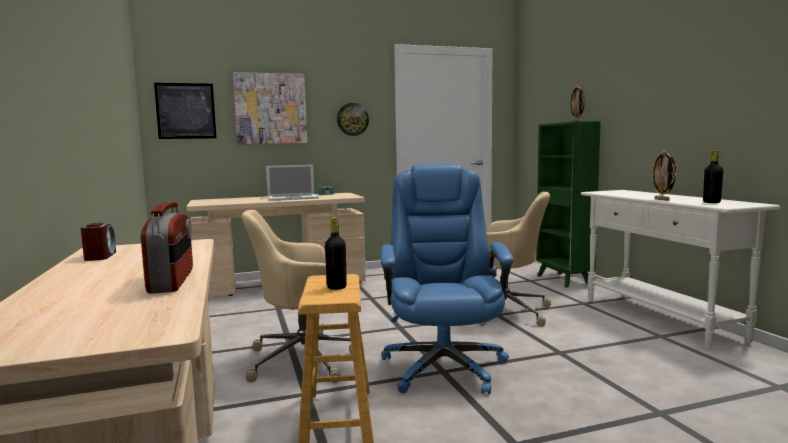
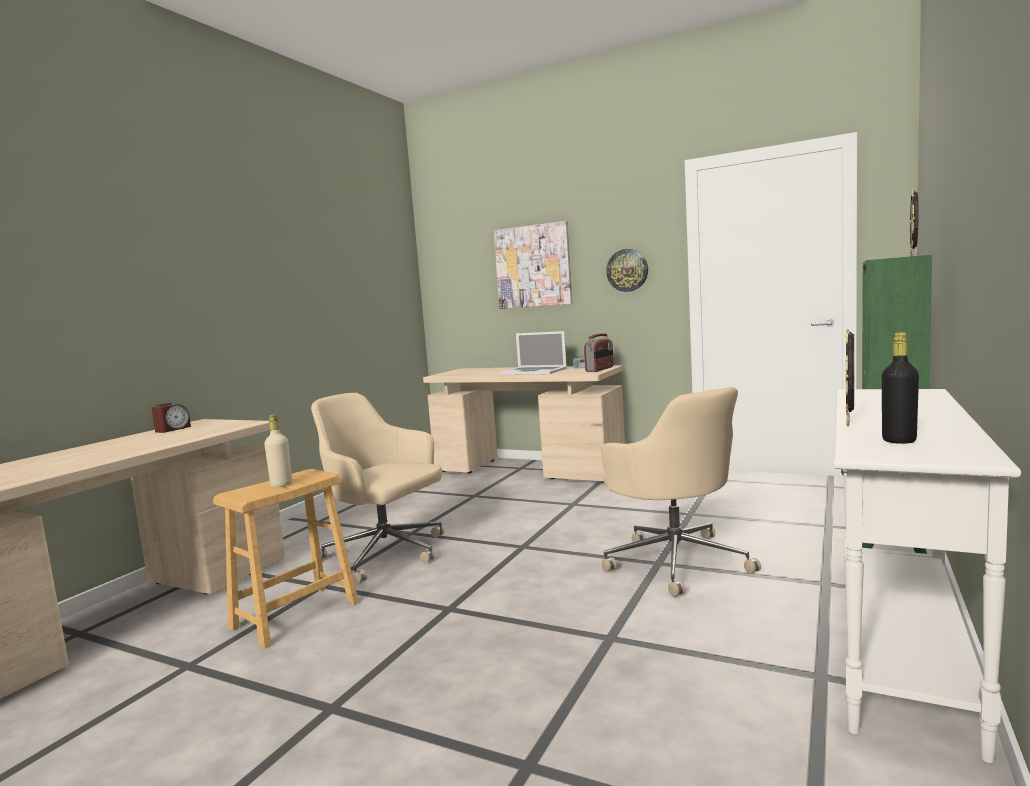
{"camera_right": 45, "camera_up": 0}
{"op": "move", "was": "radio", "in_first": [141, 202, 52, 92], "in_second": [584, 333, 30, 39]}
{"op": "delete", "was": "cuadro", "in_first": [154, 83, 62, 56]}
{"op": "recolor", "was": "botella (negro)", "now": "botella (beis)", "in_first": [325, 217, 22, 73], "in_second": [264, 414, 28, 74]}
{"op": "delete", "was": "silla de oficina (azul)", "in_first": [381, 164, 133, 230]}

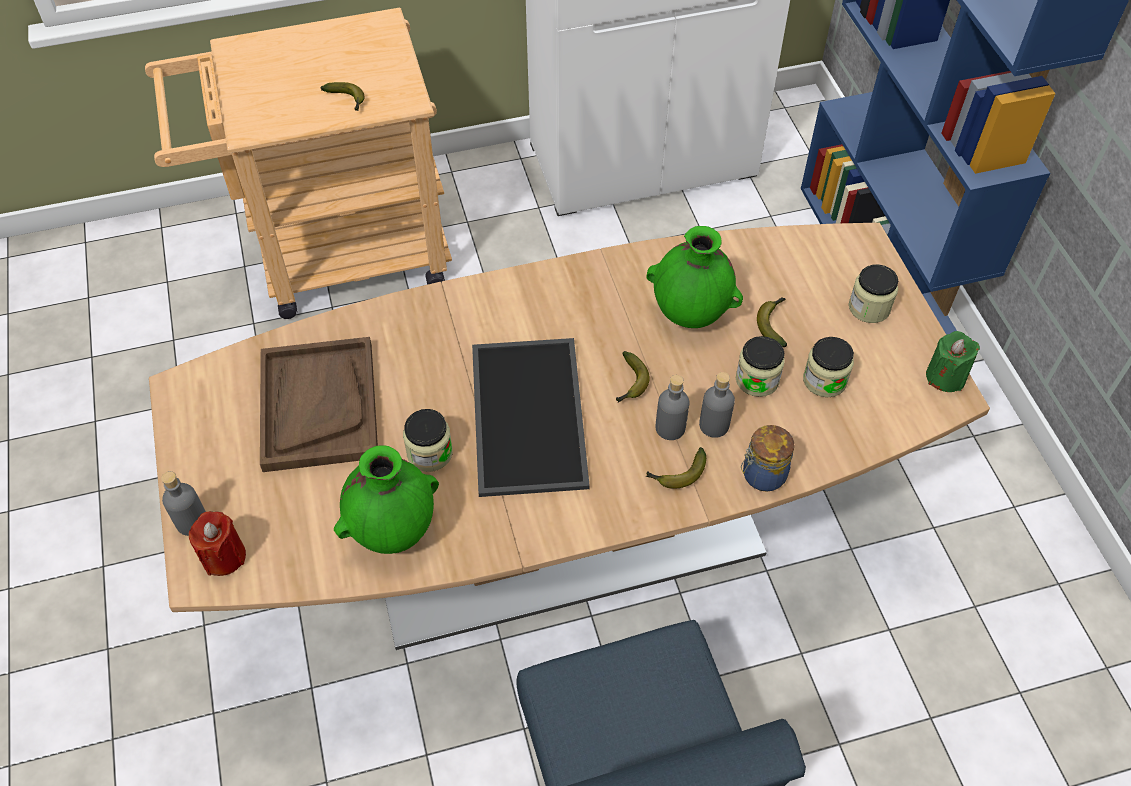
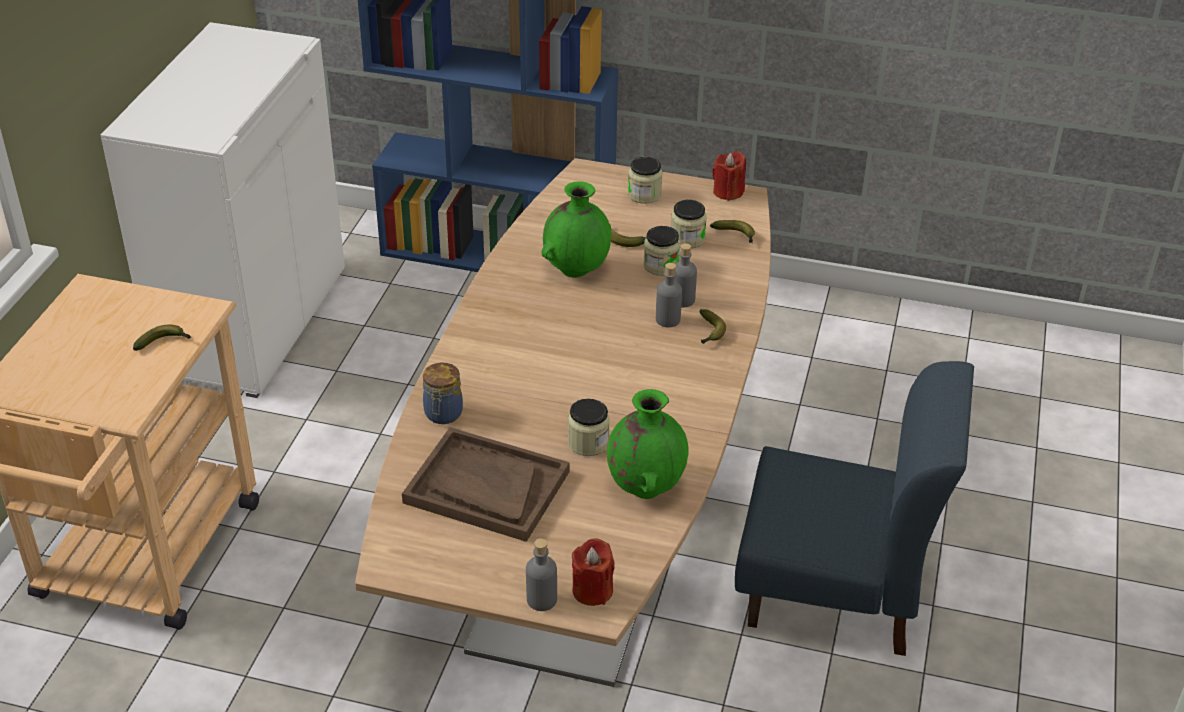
{"camera_right": -60, "camera_up": -15}
{"op": "delete", "was": "bandeja", "in_first": [472, 338, 118, 159]}
{"op": "move", "was": "plátano", "in_first": [616, 351, 34, 52], "in_second": [710, 220, 45, 23]}
{"op": "move", "was": "tarro", "in_first": [741, 425, 53, 67], "in_second": [423, 362, 40, 62]}
{"op": "recolor", "was": "vela (verde)", "now": "vela (rojo)", "in_first": [926, 331, 54, 61], "in_second": [712, 151, 34, 50]}

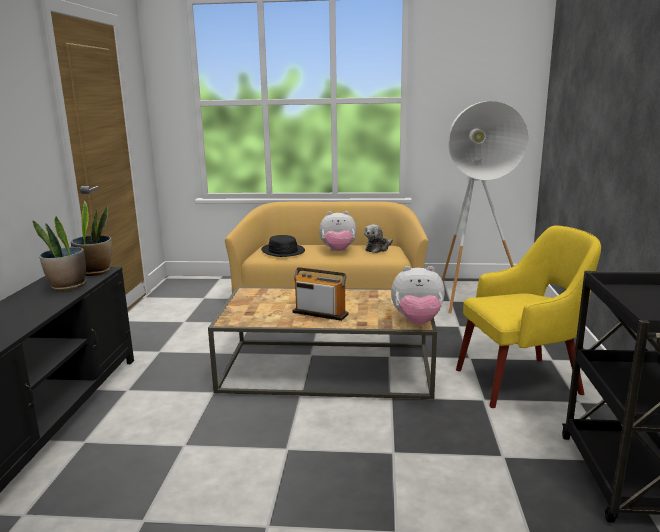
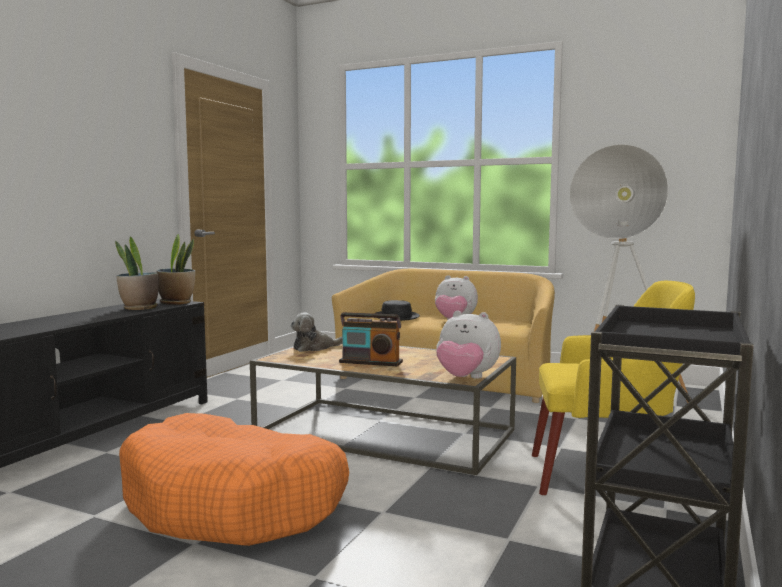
{"camera_right": 20, "camera_up": -10}
{"op": "rotate", "was": "radio", "in_first": [292, 267, 57, 54], "in_second": [339, 312, 64, 55], "clockwise": 150}
{"op": "move", "was": "peluche", "in_first": [364, 224, 29, 29], "in_second": [291, 312, 51, 40]}
{"op": "insert", "now": "cama para perro (naranja)", "in_second": [119, 413, 230, 133]}

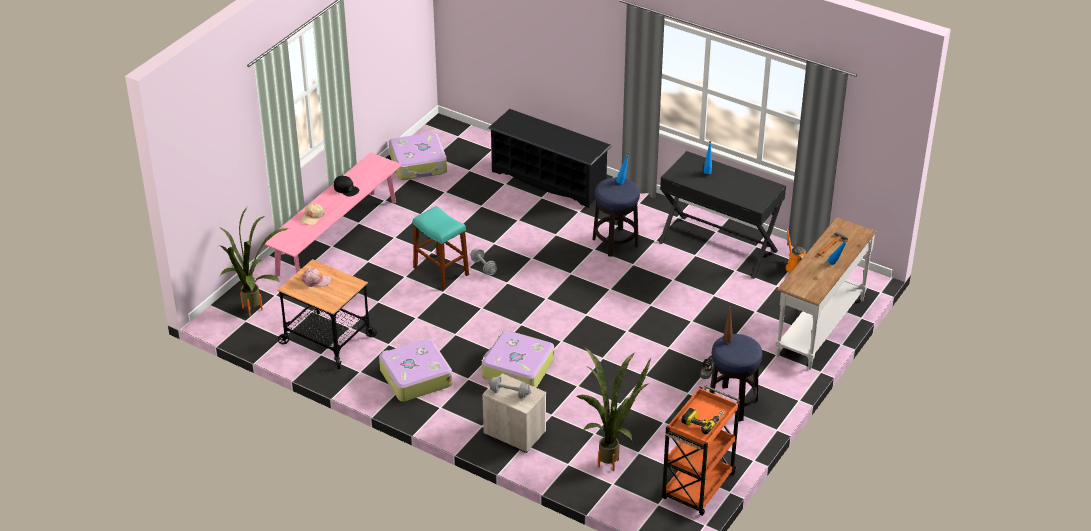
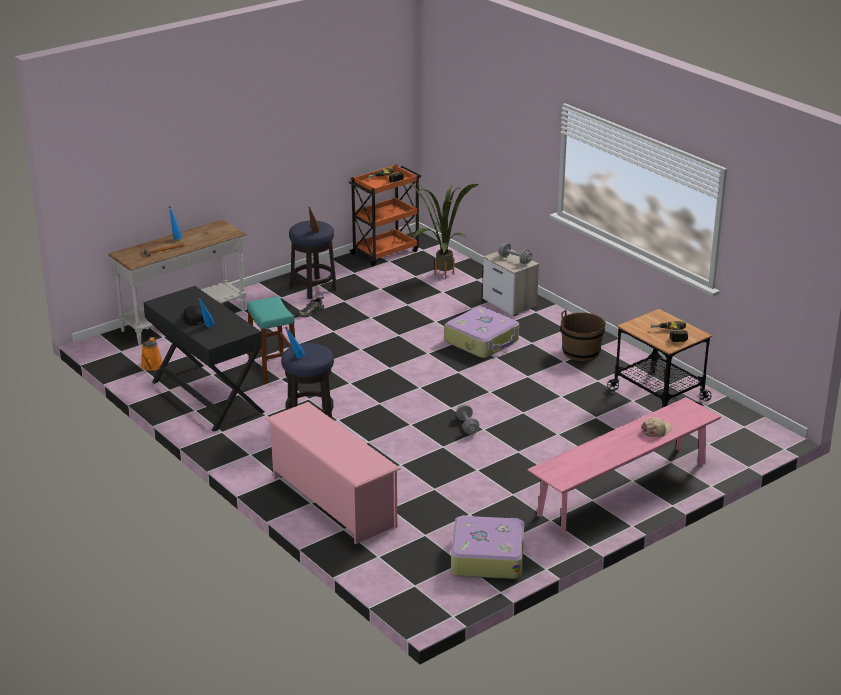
{"camera_right": -160, "camera_up": -10}
{"op": "delete", "was": "planta en maceta", "in_first": [219, 207, 70, 109]}
{"op": "replace", "was": "gorra (rosa)", "now": "taladro", "in_first": [302, 268, 29, 19], "in_second": [651, 321, 37, 21]}
{"op": "move", "was": "gorra (negro)", "in_first": [334, 176, 25, 21], "in_second": [179, 306, 25, 20]}
{"op": "replace", "was": "maleta", "now": "cubo (marrón)", "in_first": [379, 338, 73, 64], "in_second": [560, 310, 46, 51]}
{"op": "move", "was": "taburete (turquesa)", "in_first": [413, 206, 56, 84], "in_second": [247, 296, 48, 87]}
{"op": "recolor", "was": "zapatero (negro)", "now": "zapatero (rosa)", "in_first": [488, 109, 124, 99], "in_second": [266, 402, 135, 142]}

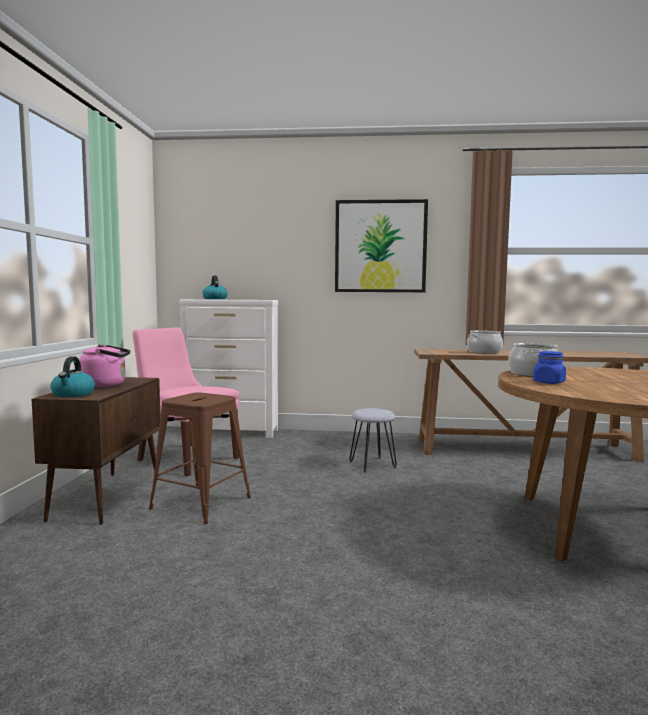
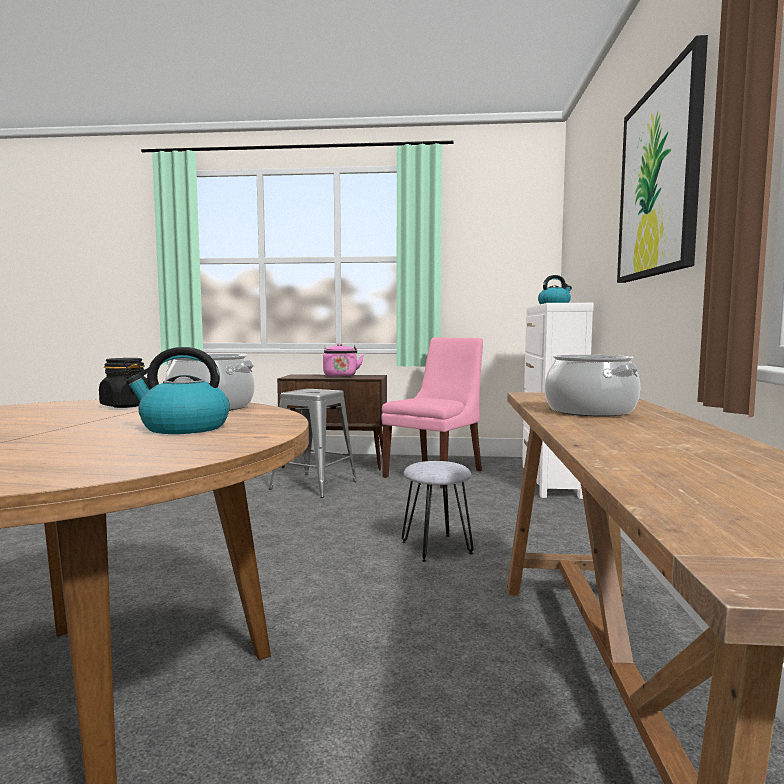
{"camera_right": 90, "camera_up": 0}
{"op": "move", "was": "hervidor", "in_first": [50, 356, 45, 41], "in_second": [126, 347, 104, 87]}
{"op": "recolor", "was": "taburete (marrón)", "now": "taburete (gris)", "in_first": [149, 392, 102, 132], "in_second": [269, 389, 88, 109]}
{"op": "recolor", "was": "tarro (azul)", "now": "tarro (negro)", "in_first": [533, 351, 33, 33], "in_second": [99, 358, 51, 50]}

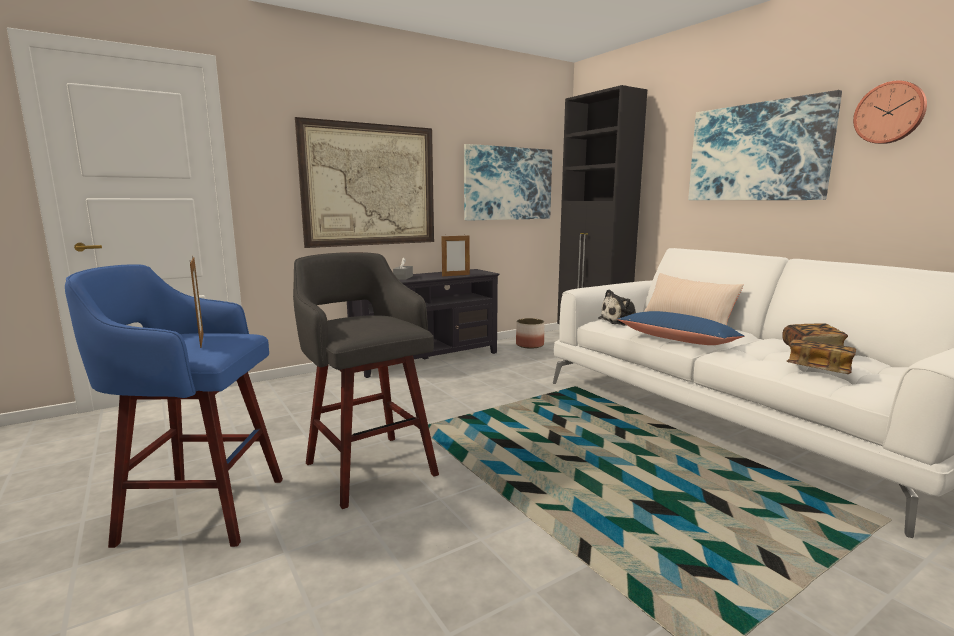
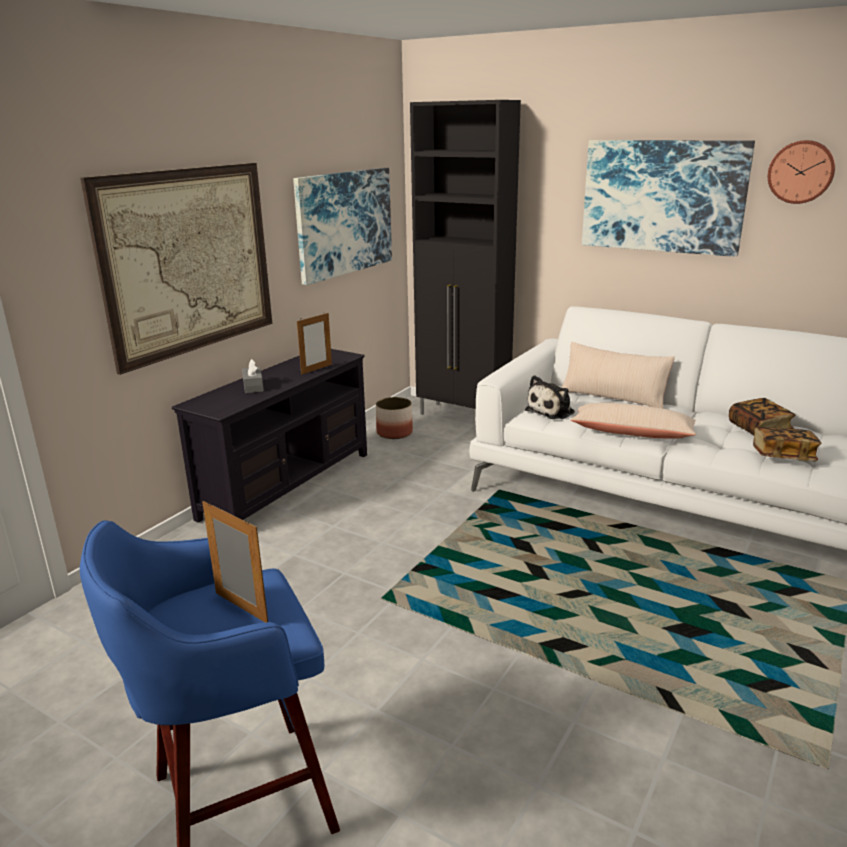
{"camera_right": -25, "camera_up": 10}
{"op": "delete", "was": "taburete (gris)", "in_first": [293, 252, 146, 257]}
{"op": "recolor", "was": "cojín (azul)", "now": "cojín (beis)", "in_first": [617, 311, 127, 34], "in_second": [570, 403, 126, 36]}

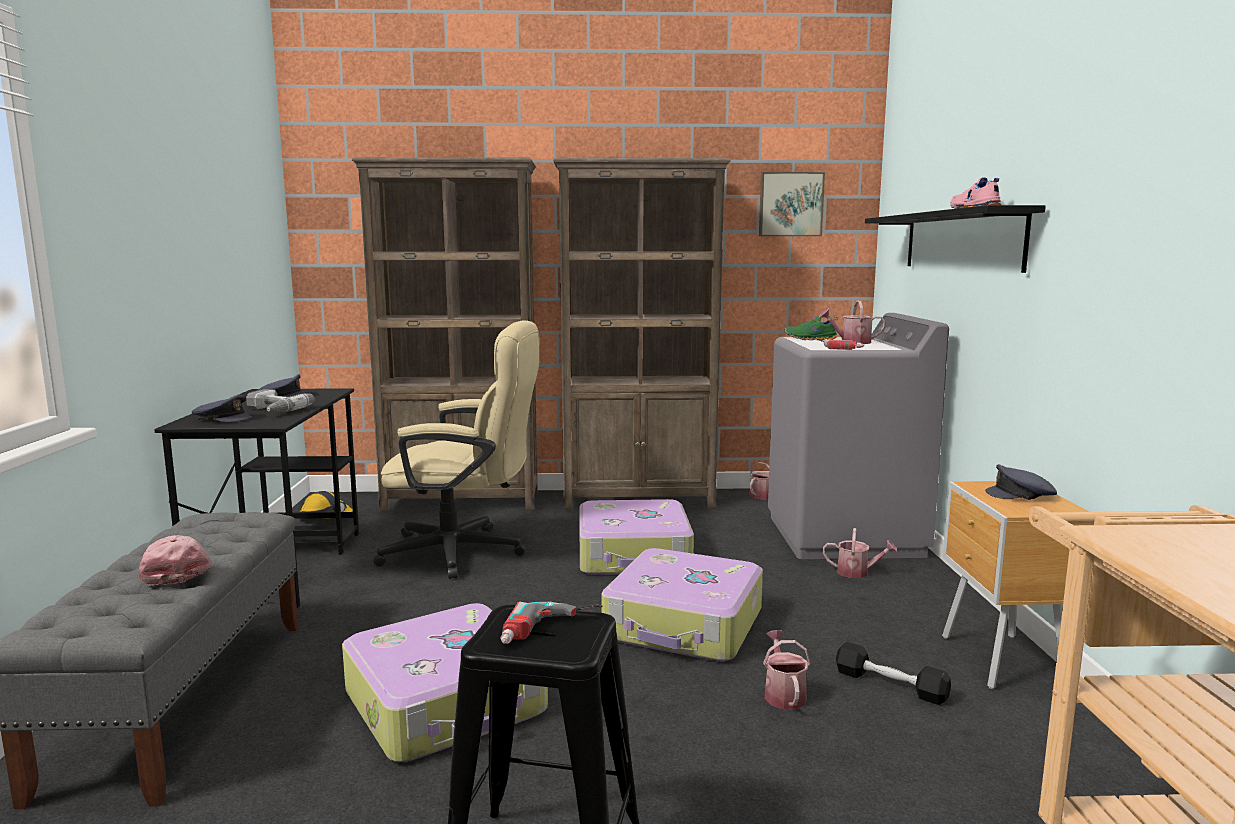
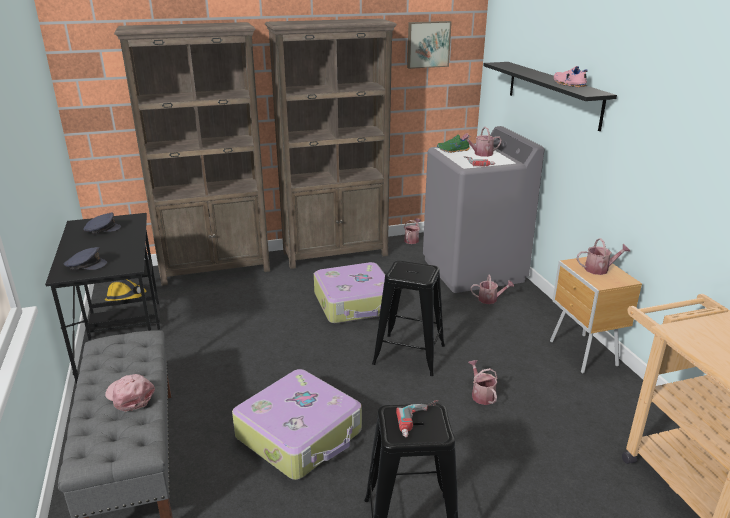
{"camera_right": -15, "camera_up": 15}
{"op": "delete", "was": "taladro", "in_first": [246, 389, 69, 23]}
{"op": "delete", "was": "silla de oficina (beis)", "in_first": [372, 320, 167, 259]}
{"op": "replace", "was": "maleta", "now": "taburete (negro)", "in_first": [601, 548, 162, 114], "in_second": [372, 261, 73, 115]}
{"op": "delete", "was": "mancuerna (negro)", "in_first": [836, 642, 115, 63]}
{"op": "replace", "was": "gorra (gris)", "now": "regadera", "in_first": [985, 464, 72, 36], "in_second": [577, 238, 53, 37]}

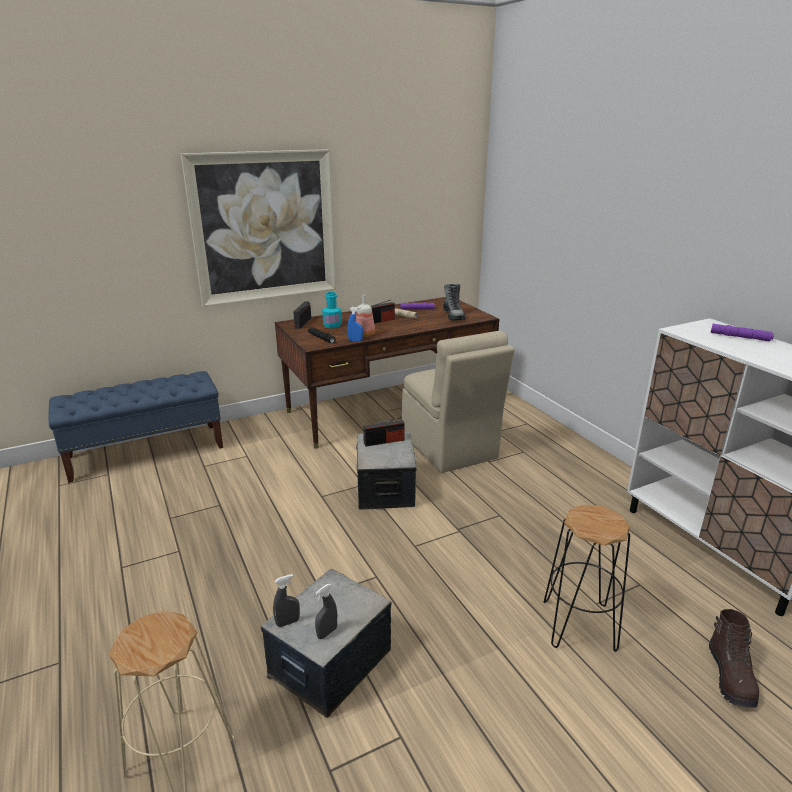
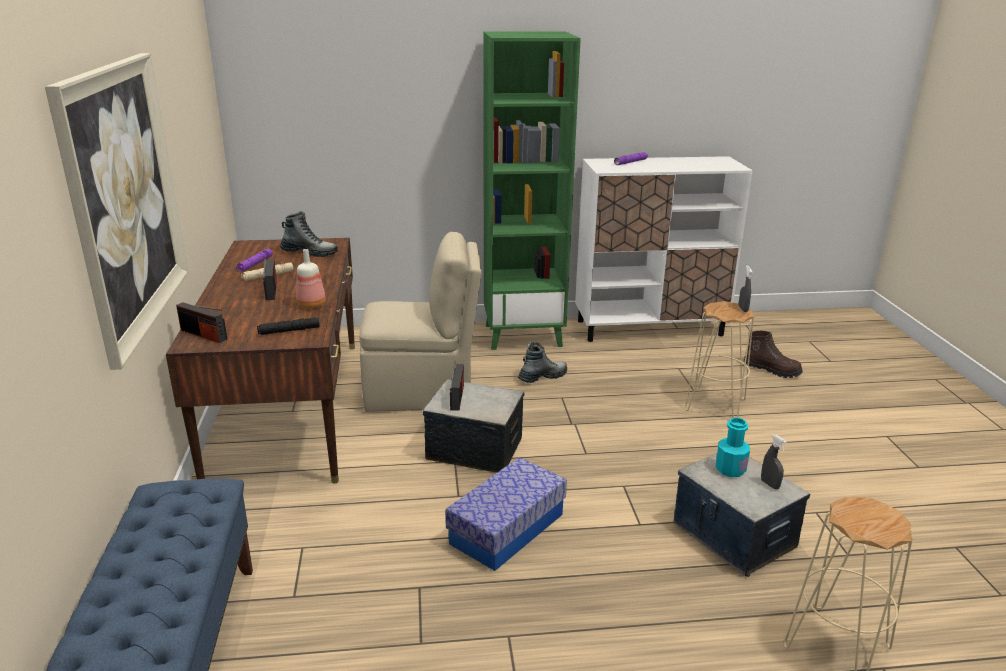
{"camera_right": -70, "camera_up": 0}
{"op": "move", "was": "pulverizador (gris)", "in_first": [273, 574, 27, 53], "in_second": [739, 266, 13, 46]}
{"op": "move", "was": "botella (turquesa)", "in_first": [322, 292, 20, 36], "in_second": [716, 418, 34, 59]}
{"op": "delete", "was": "pulverizador (azul)", "in_first": [348, 307, 15, 34]}
{"op": "recolor", "was": "taburete (negro)", "now": "taburete (beis)", "in_first": [544, 505, 86, 147], "in_second": [685, 301, 69, 117]}
{"op": "insert", "now": "caja de almacenaje", "in_second": [445, 457, 122, 114]}
{"op": "insert", "now": "estantería (verde)", "in_second": [484, 31, 97, 319]}
{"op": "insert", "now": "bota", "in_second": [518, 342, 49, 41]}

